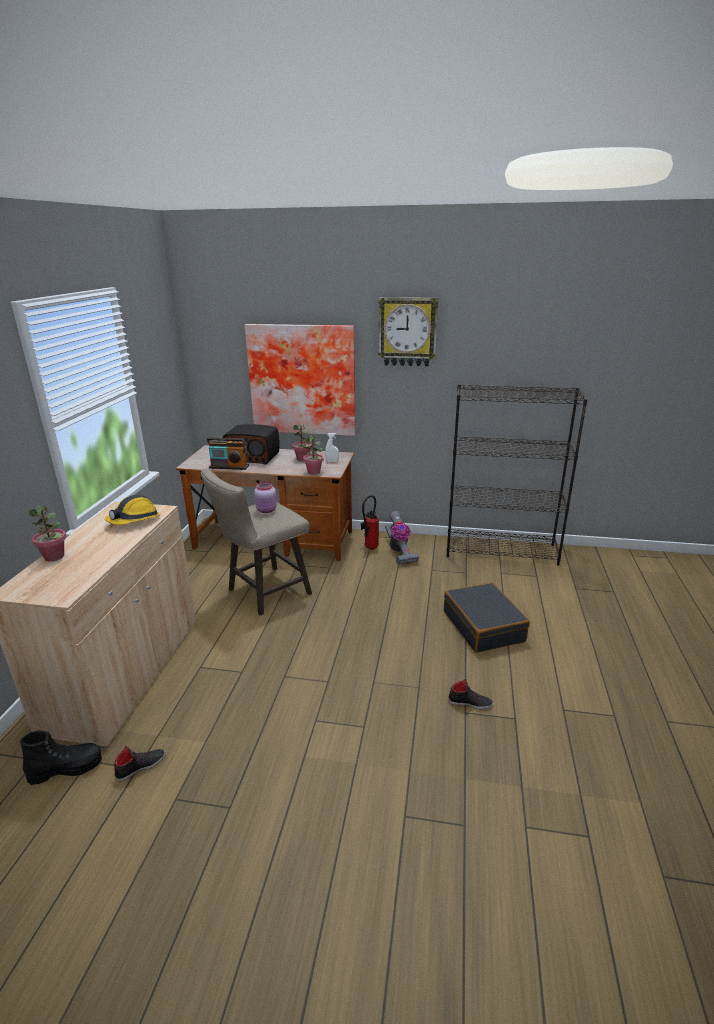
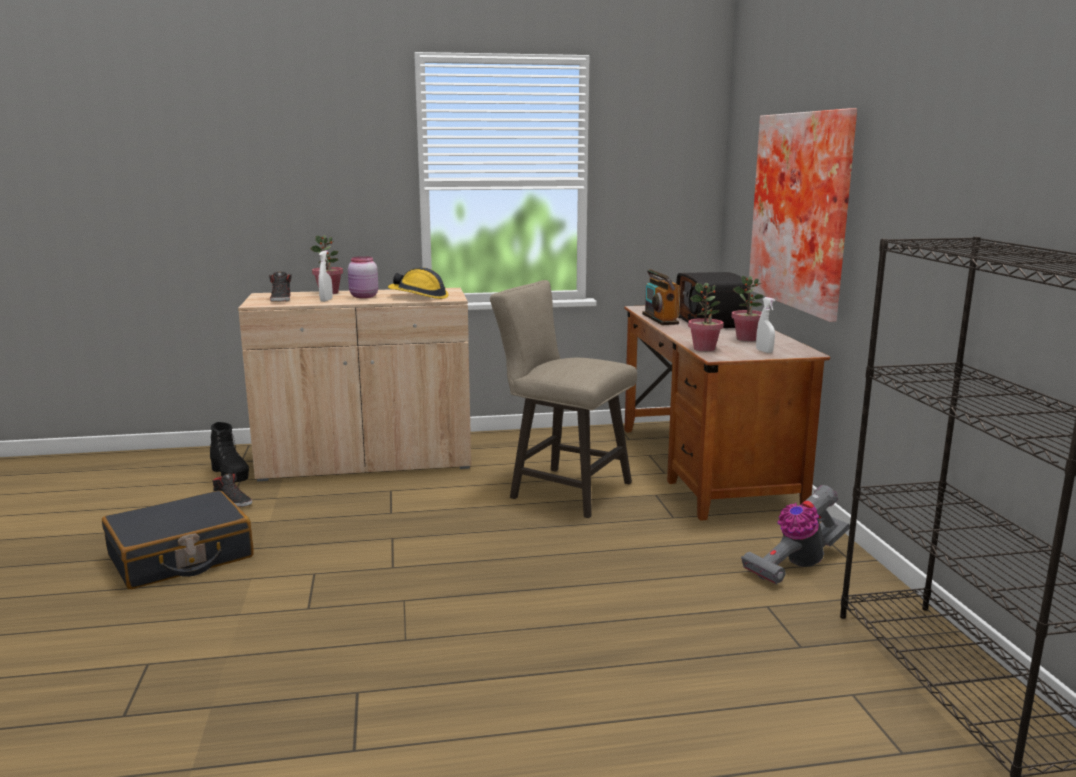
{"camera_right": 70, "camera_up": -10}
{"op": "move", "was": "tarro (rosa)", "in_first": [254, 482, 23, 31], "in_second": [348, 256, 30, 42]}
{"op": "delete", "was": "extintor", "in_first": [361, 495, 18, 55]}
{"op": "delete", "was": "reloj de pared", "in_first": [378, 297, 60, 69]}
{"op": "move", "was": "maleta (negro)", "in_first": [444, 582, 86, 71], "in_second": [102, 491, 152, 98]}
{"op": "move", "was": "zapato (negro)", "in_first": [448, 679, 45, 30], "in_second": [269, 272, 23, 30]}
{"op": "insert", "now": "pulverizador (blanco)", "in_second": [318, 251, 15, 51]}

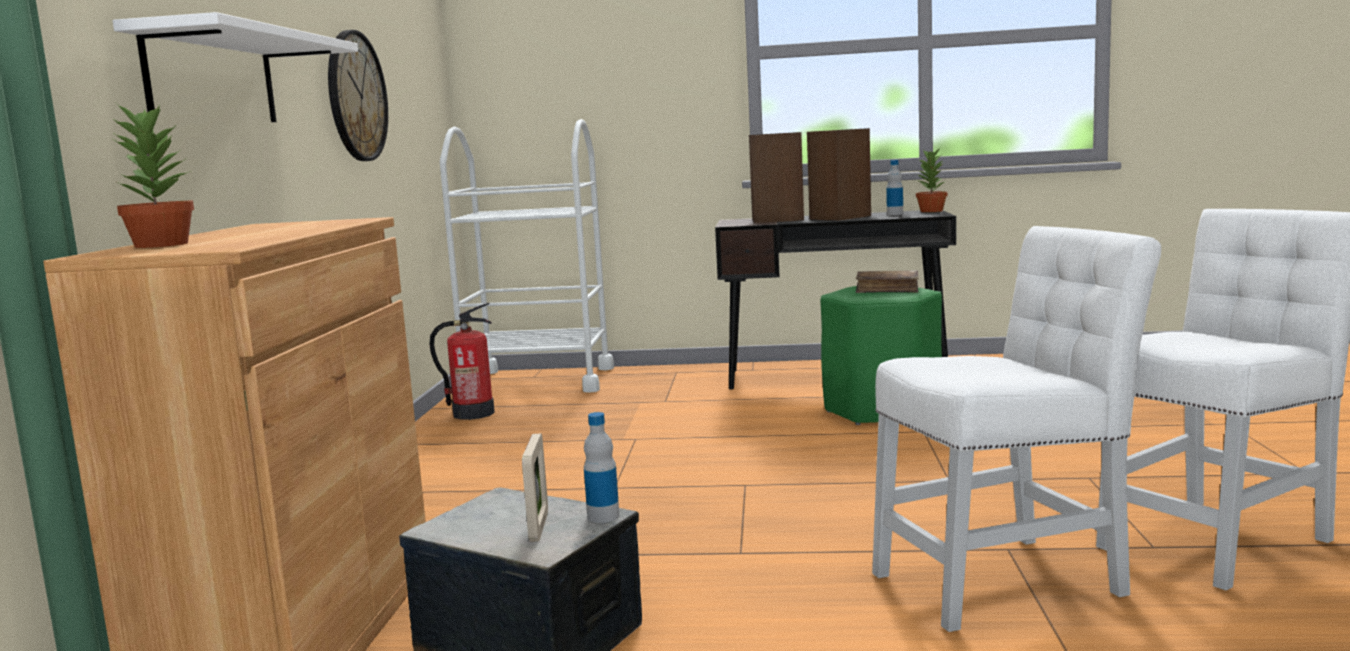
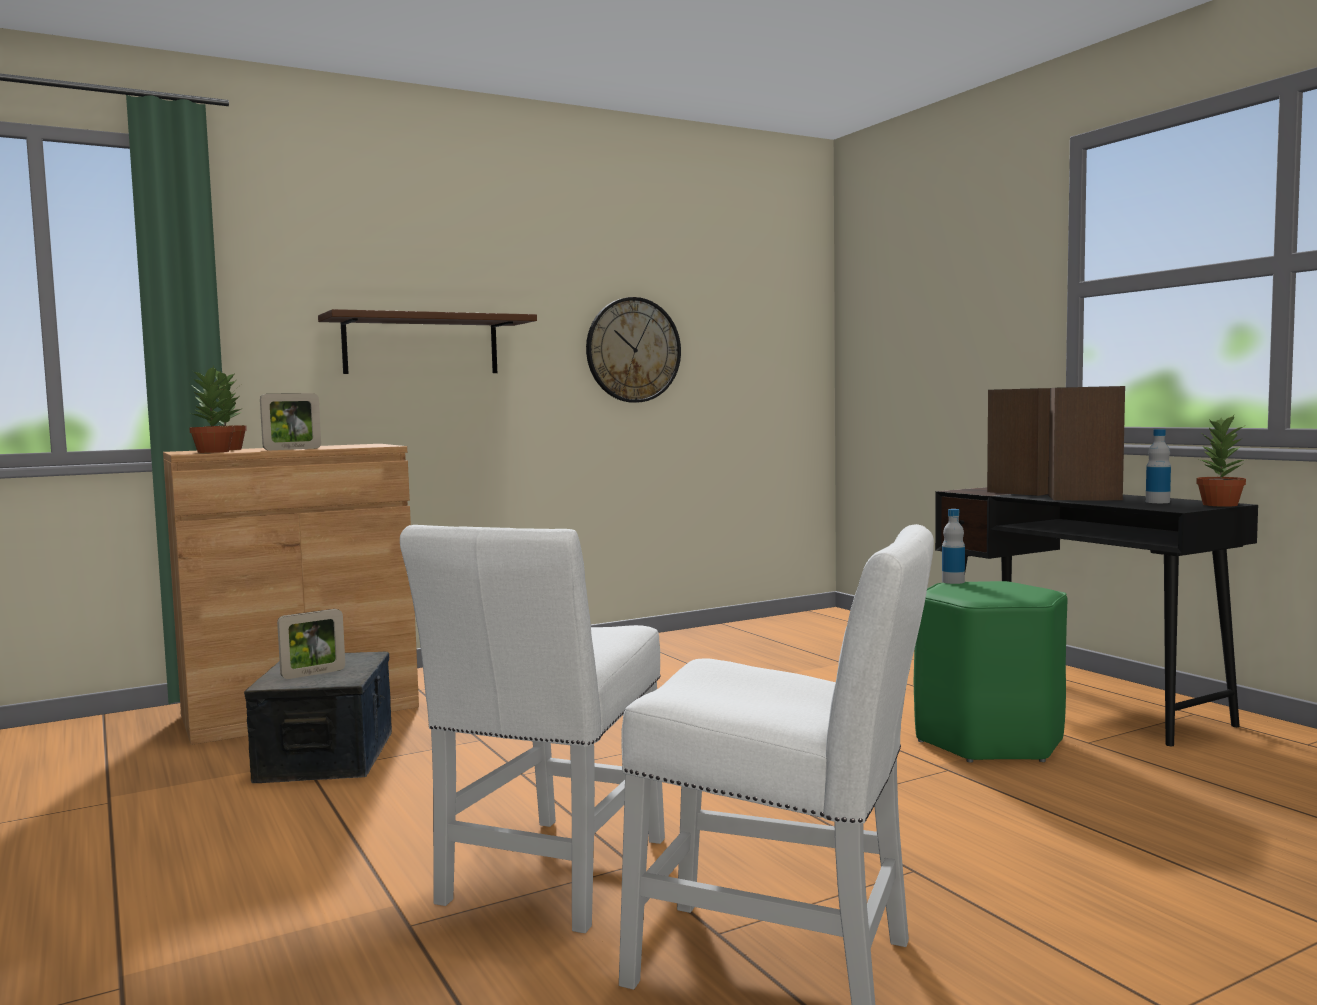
{"camera_right": 55, "camera_up": -5}
{"op": "recolor", "was": "estante (blanco)", "now": "estante (marrón)", "in_first": [113, 12, 245, 110], "in_second": [318, 309, 219, 65]}
{"op": "delete", "was": "extintor", "in_first": [429, 303, 66, 117]}
{"op": "delete", "was": "carrito (blanco)", "in_first": [440, 119, 174, 274]}
{"op": "move", "was": "botella", "in_first": [584, 412, 35, 111], "in_second": [942, 509, 23, 75]}
{"op": "delete", "was": "libro (marrón)", "in_first": [856, 270, 63, 23]}
{"op": "rotate", "was": "silla (blanco)", "in_first": [872, 226, 289, 406], "in_second": [400, 525, 265, 408], "clockwise": 75}
{"op": "insert", "now": "planta en maceta", "in_second": [189, 366, 46, 87]}
{"op": "insert", "now": "portarretratos", "in_second": [260, 393, 61, 57]}

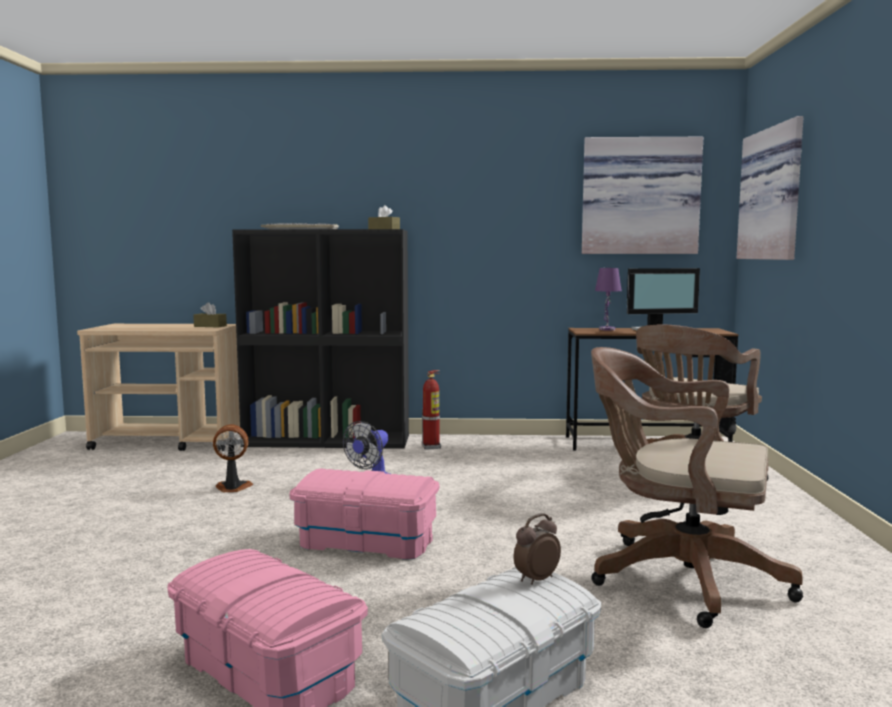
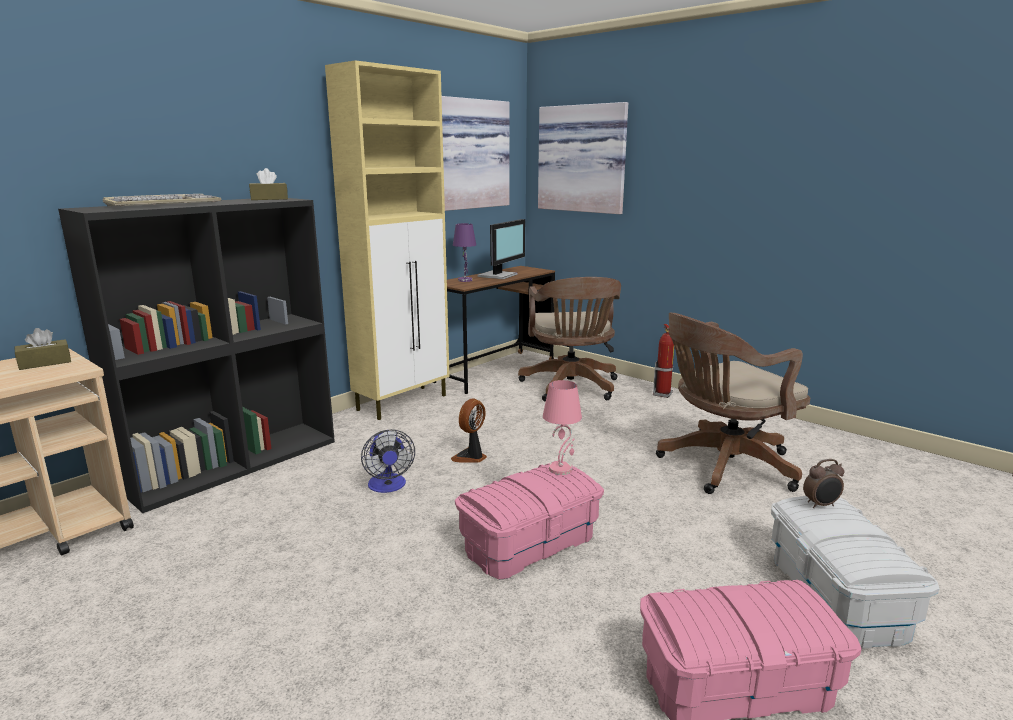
{"camera_right": -50, "camera_up": 10}
{"op": "move", "was": "ventilador", "in_first": [213, 424, 40, 68], "in_second": [451, 398, 36, 65]}
{"op": "move", "was": "extintor", "in_first": [421, 370, 20, 80], "in_second": [653, 324, 21, 74]}
{"op": "rotate", "was": "despertador", "in_first": [514, 513, 47, 72], "in_second": [803, 459, 41, 49], "clockwise": -105}
{"op": "insert", "now": "armario (beis)", "in_second": [325, 60, 125, 360]}
{"op": "insert", "now": "lámpara de mesa (rosa)", "in_second": [543, 380, 39, 95]}

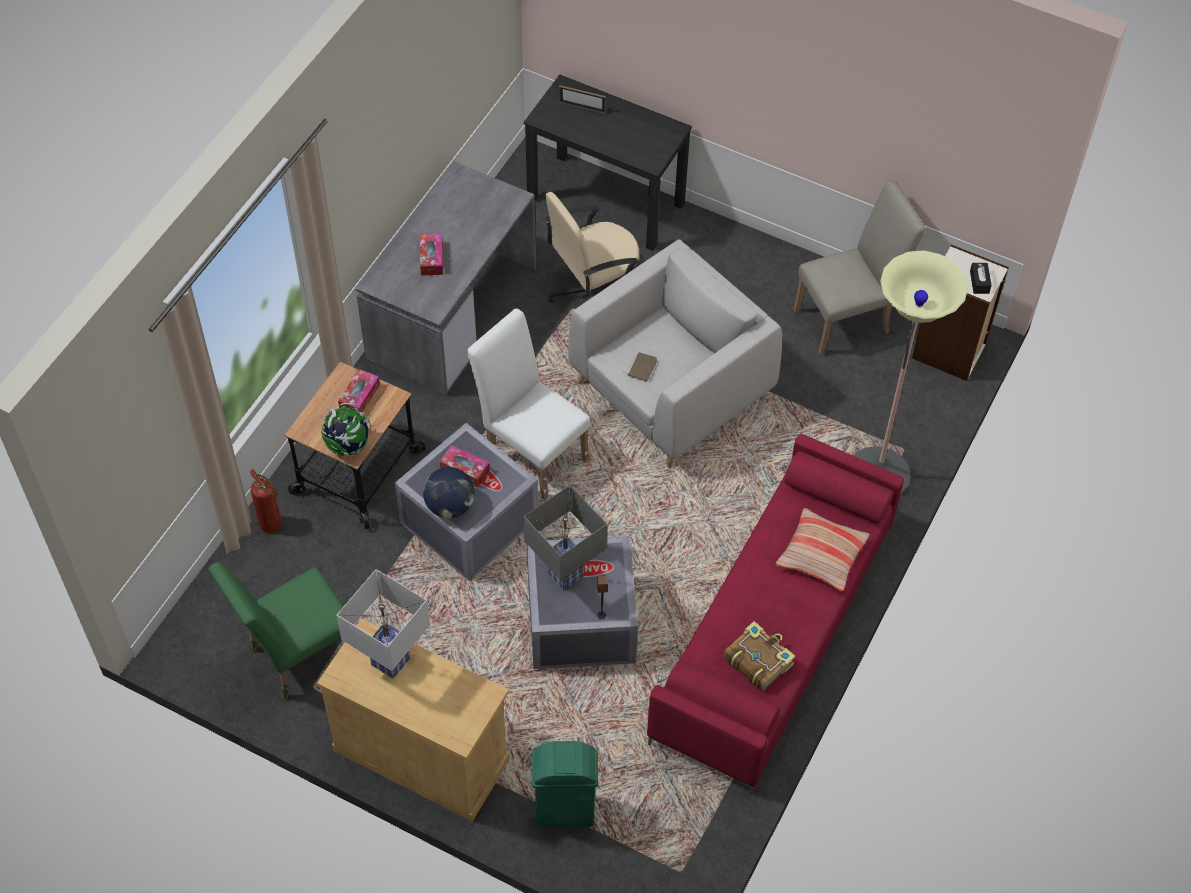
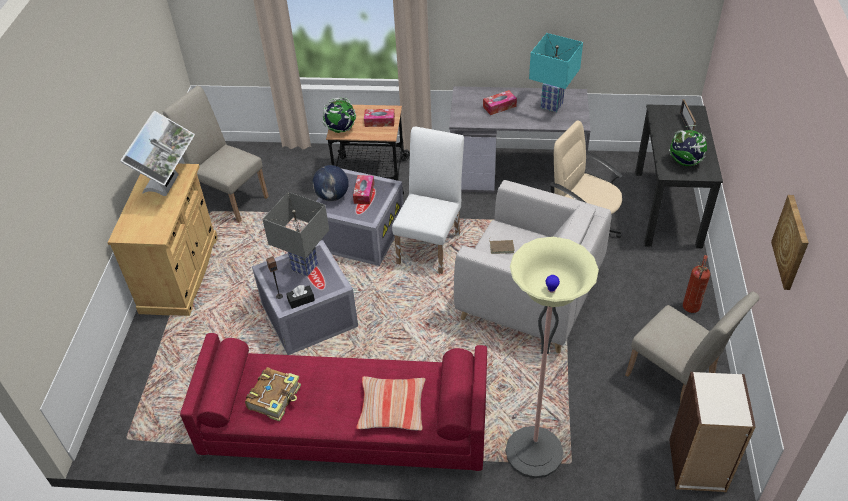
{"camera_right": 70, "camera_up": -10}
{"op": "recolor", "was": "silla (verde)", "now": "silla (beis)", "in_first": [208, 562, 136, 138], "in_second": [163, 86, 106, 136]}
{"op": "move", "was": "extintor", "in_first": [250, 469, 32, 64], "in_second": [683, 255, 27, 58]}
{"op": "replace", "was": "lámpara de mesa (blanco)", "now": "monitor", "in_first": [336, 569, 94, 110], "in_second": [120, 111, 75, 85]}
{"op": "delete", "was": "papelera (verde)", "in_first": [532, 741, 66, 86]}
{"op": "move", "was": "caja de pañuelos (negro)", "in_first": [970, 263, 22, 31], "in_second": [286, 285, 29, 24]}
{"op": "insert", "now": "lámpara de mesa (turquesa)", "in_second": [529, 33, 54, 79]}
{"op": "insert", "now": "globo terráqueo", "in_second": [669, 125, 38, 41]}
{"op": "insert", "now": "cuadro", "in_second": [771, 195, 38, 95]}

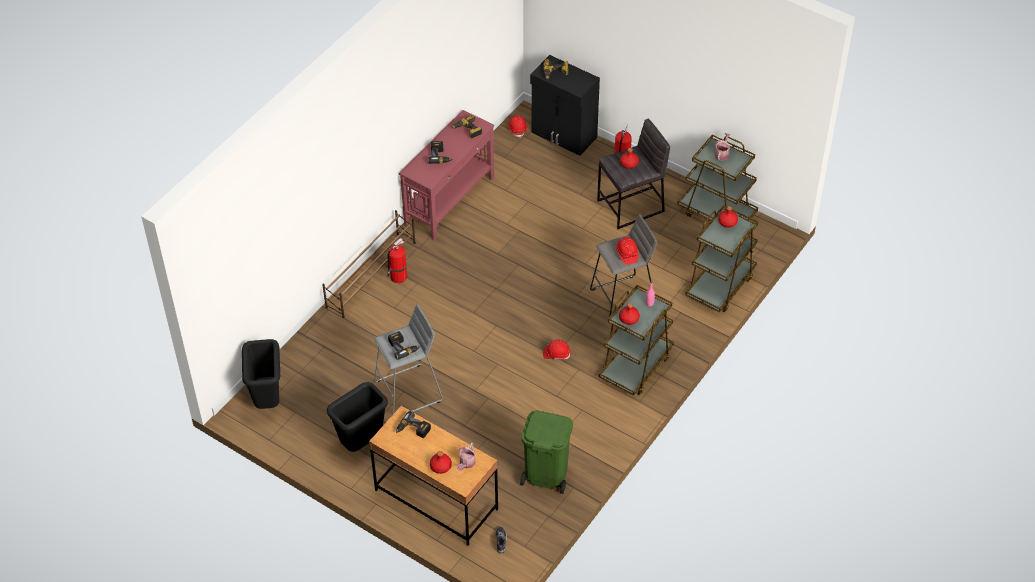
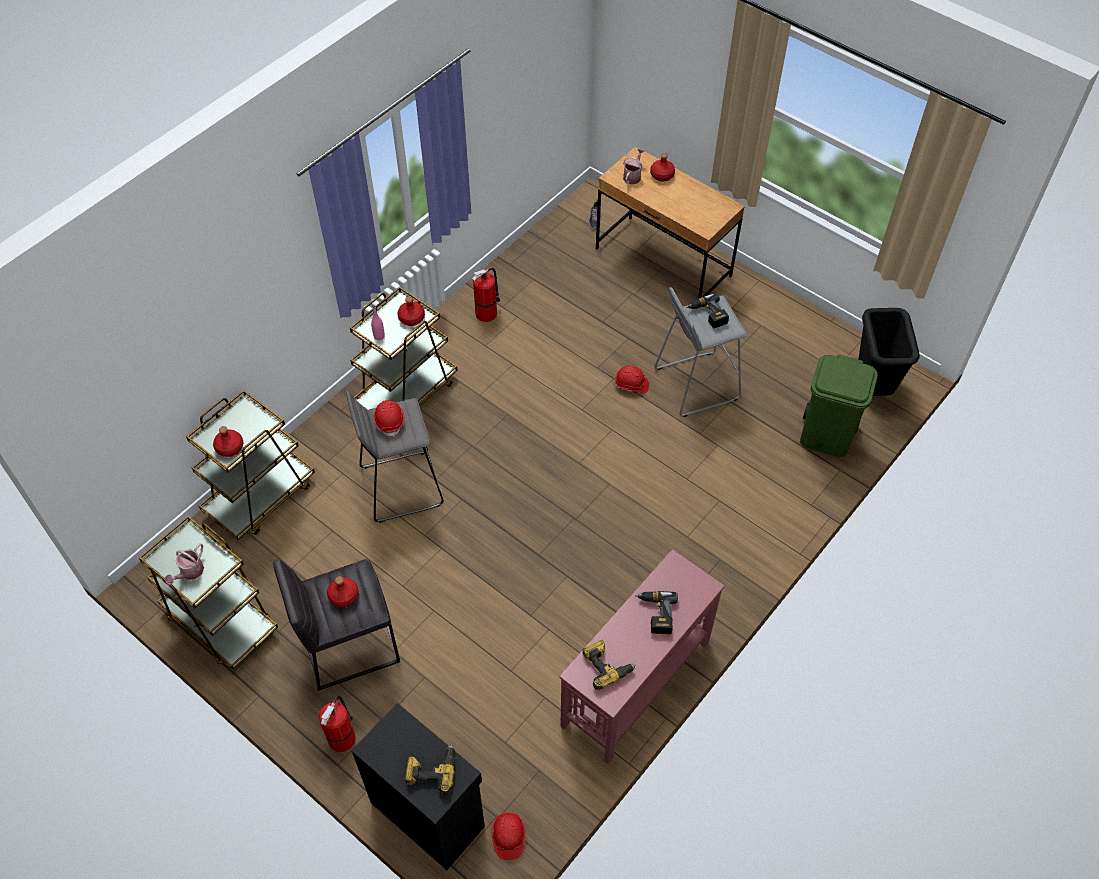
{"camera_right": -175, "camera_up": 5}
{"op": "delete", "was": "zapatero (marrón)", "in_first": [322, 210, 94, 108]}
{"op": "delete", "was": "papelera (negro)", "in_first": [327, 382, 61, 70]}
{"op": "move", "was": "extintor", "in_first": [387, 238, 20, 45], "in_second": [472, 267, 28, 55]}
{"op": "delete", "was": "taladro", "in_first": [396, 411, 35, 27]}
{"op": "move", "was": "papelera (verde)", "in_first": [520, 411, 53, 83], "in_second": [800, 355, 78, 102]}
{"op": "move", "was": "casco (rojo)", "in_first": [543, 340, 28, 19], "in_second": [614, 366, 35, 28]}

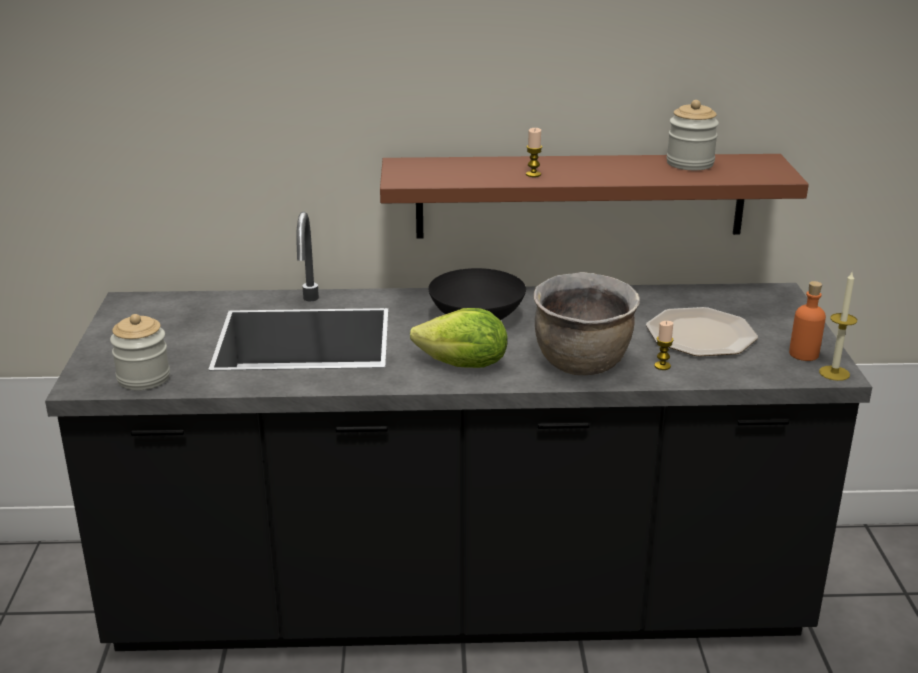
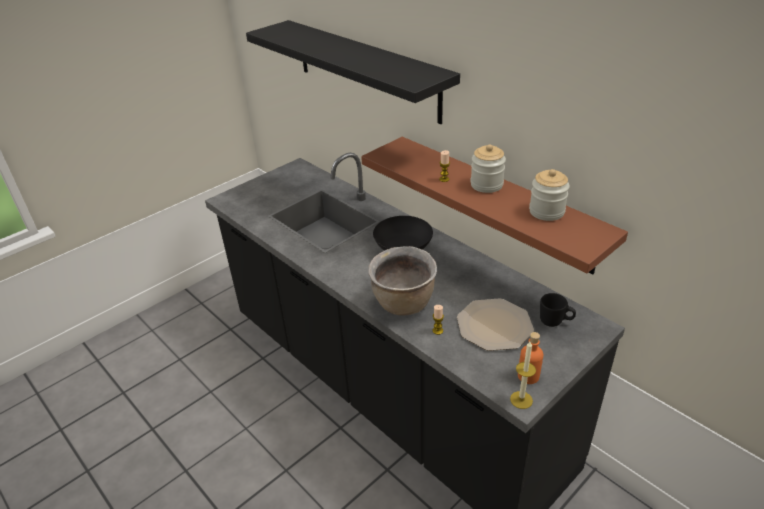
{"camera_right": 50, "camera_up": 10}
{"op": "move", "was": "tarro", "in_first": [110, 314, 60, 76], "in_second": [471, 144, 35, 49]}
{"op": "delete", "was": "lechuga", "in_first": [410, 308, 98, 60]}
{"op": "insert", "now": "estante (negro)", "in_second": [246, 20, 214, 104]}
{"op": "insert", "now": "taza grande (negro)", "in_second": [540, 293, 36, 34]}

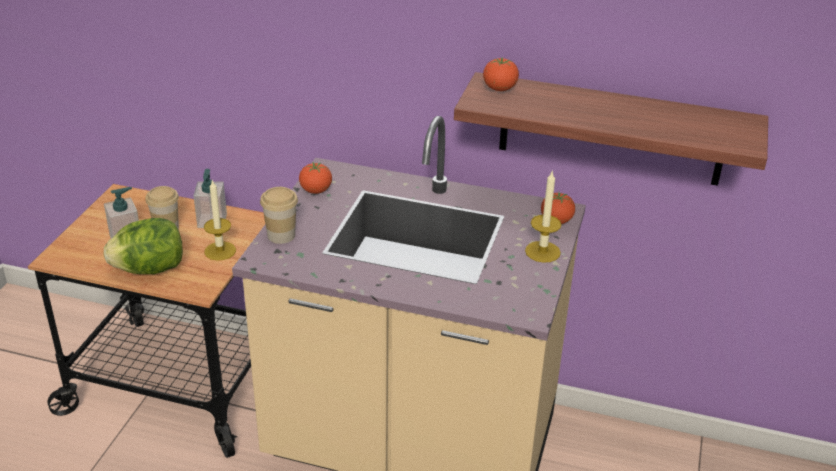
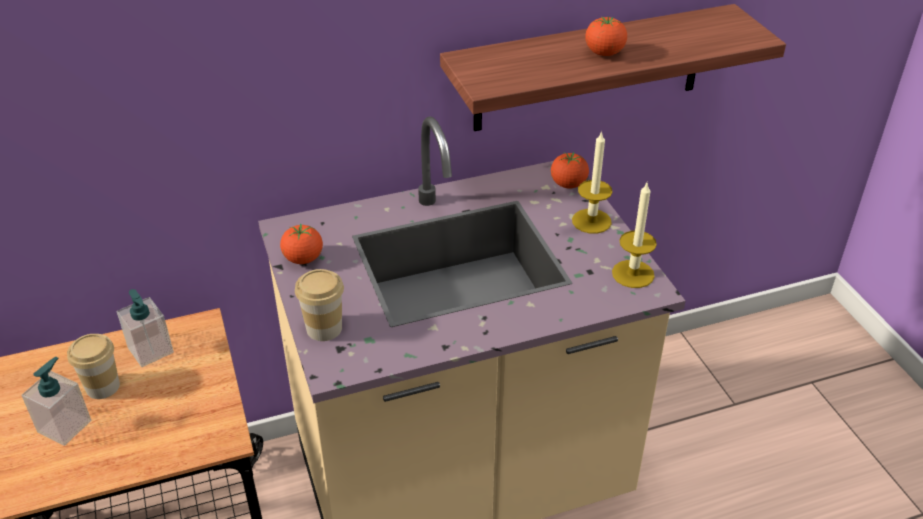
{"camera_right": -35, "camera_up": 5}
{"op": "delete", "was": "lechuga", "in_first": [103, 218, 80, 56]}
{"op": "move", "was": "vela", "in_first": [204, 180, 32, 81], "in_second": [612, 183, 45, 105]}
{"op": "move", "was": "tomate", "in_first": [483, 57, 36, 34], "in_second": [585, 16, 42, 40]}

